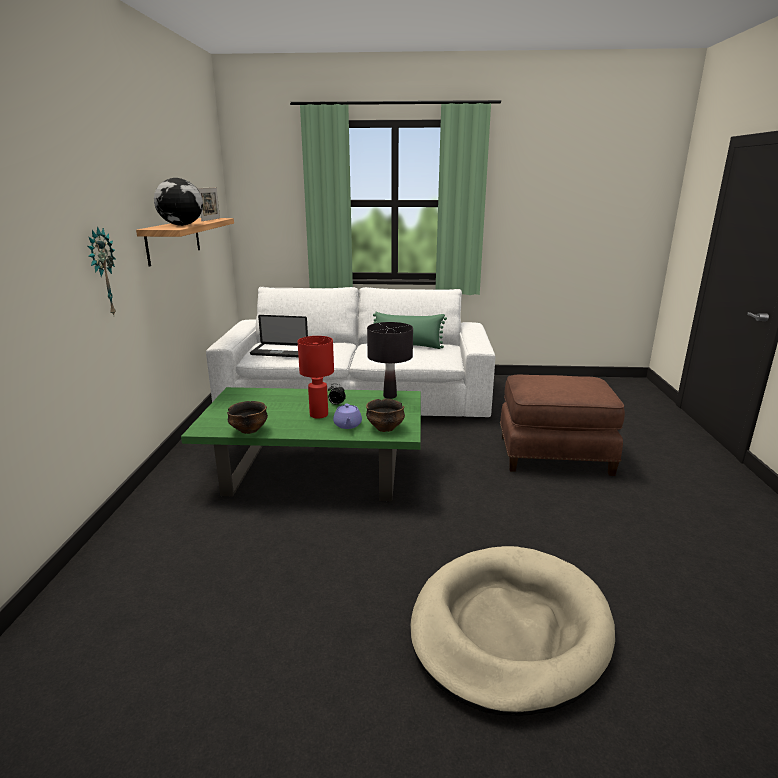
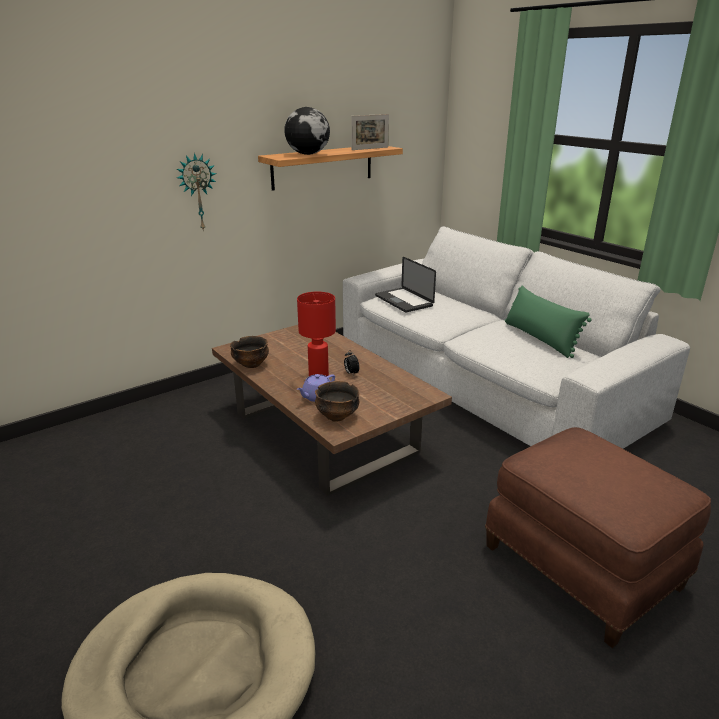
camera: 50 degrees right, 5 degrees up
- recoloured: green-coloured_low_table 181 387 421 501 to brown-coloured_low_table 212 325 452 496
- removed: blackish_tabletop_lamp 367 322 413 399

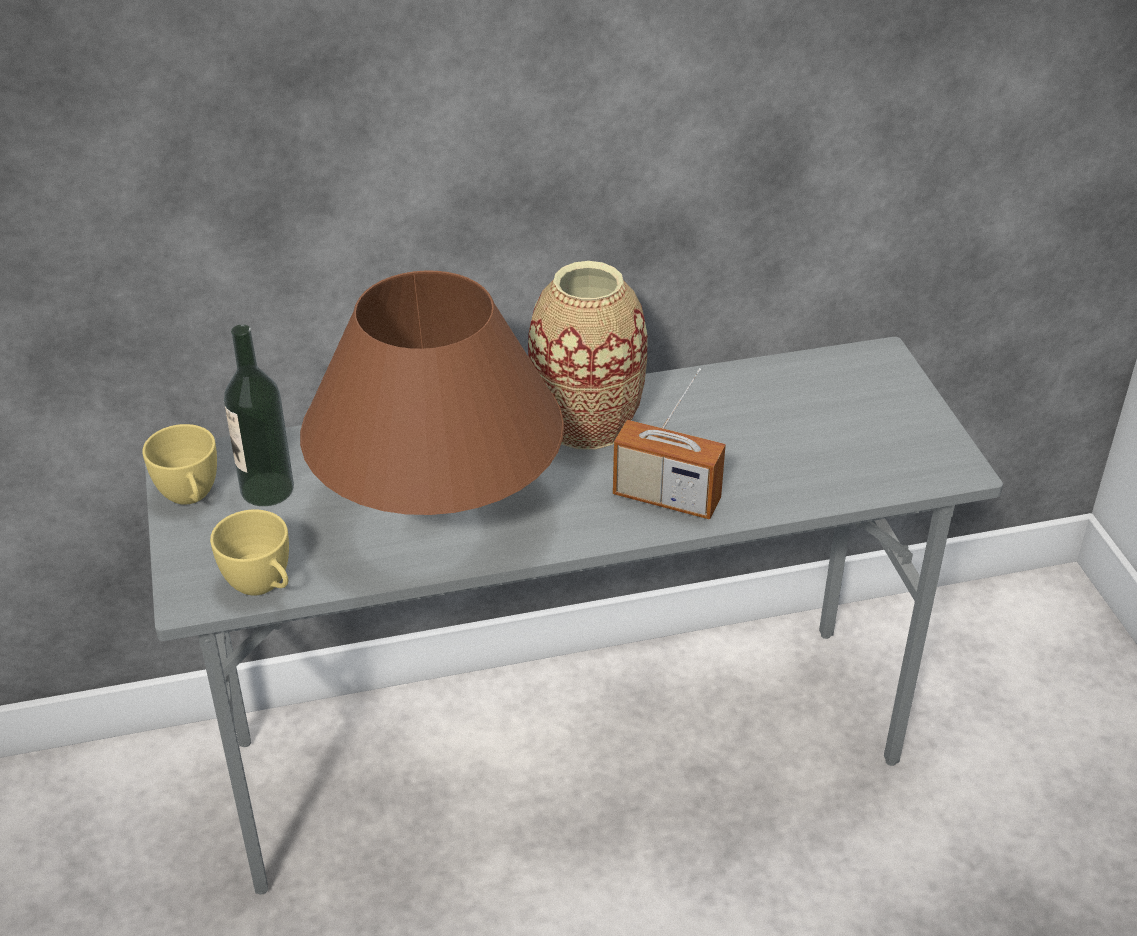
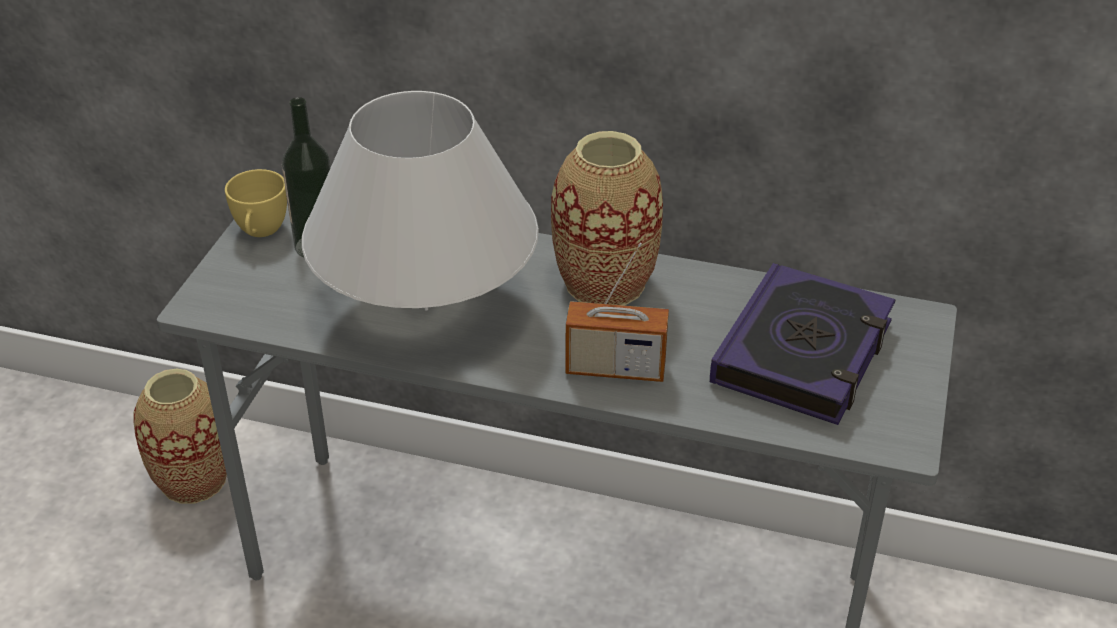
camera: 30 degrees right, 0 degrees up
- removed: yellow_small_cup 210 509 289 595
- recoloured: brown-coloured_tabletop_lamp 300 270 564 515 to white_tabletop_lamp 302 91 539 310
- turned: radio_set 613 368 726 519 = 565 243 669 382 45 degrees counterclockwise
- added: flower_vase 134 368 227 504
- added: bound_book 710 263 896 425

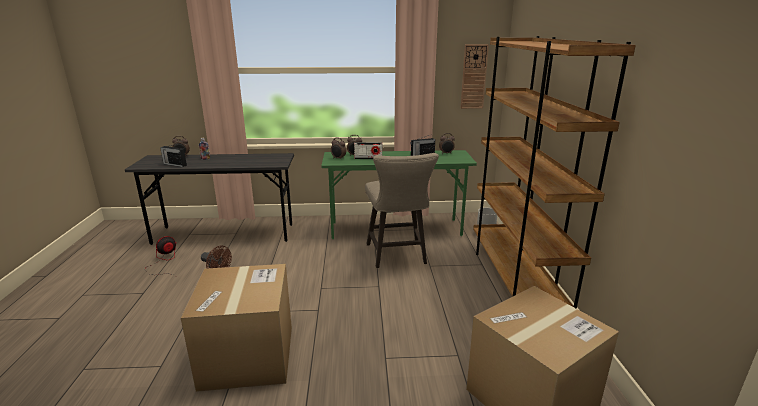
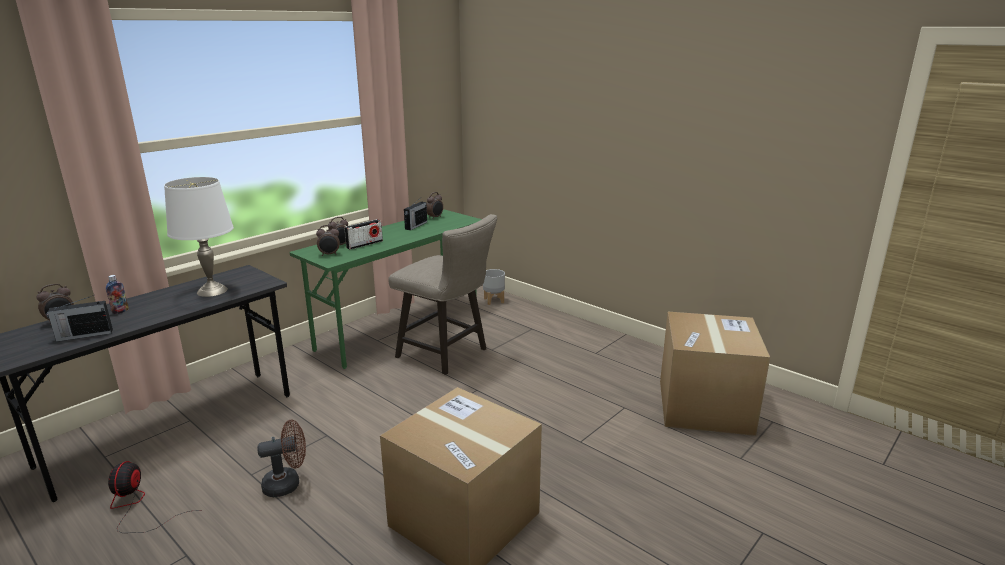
camera: 45 degrees left, 0 degrees up
- removed: wall_clock 461 44 489 109
- removed: brown-coloured_bookshelf 473 36 636 309
- added: white_tabletop_lamp 164 177 234 297

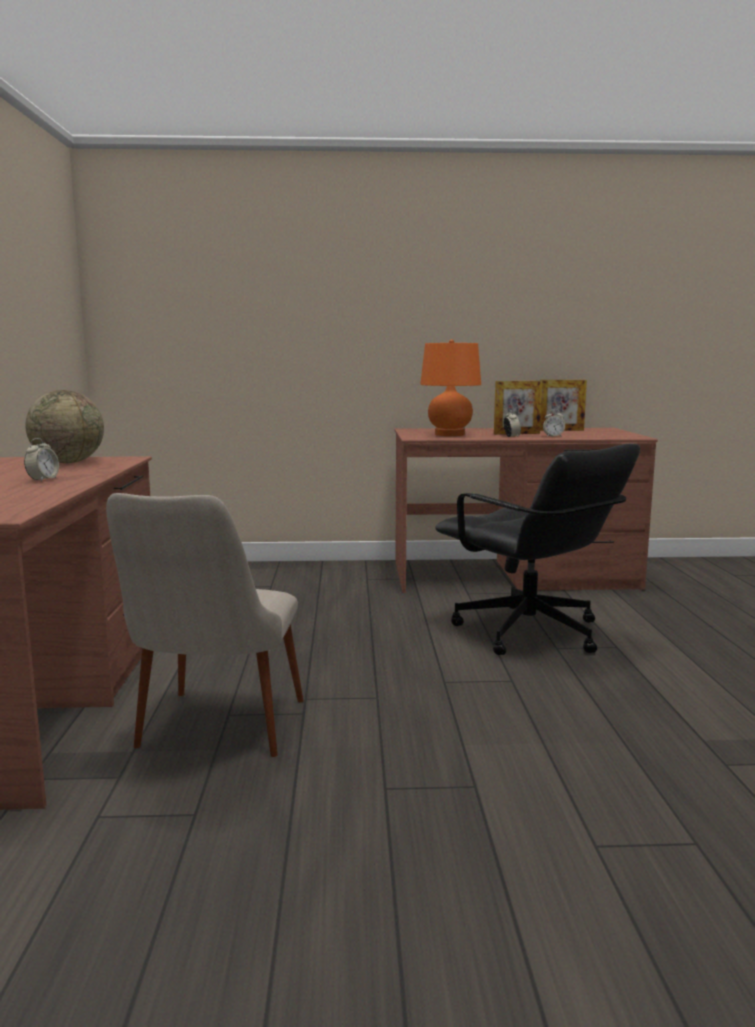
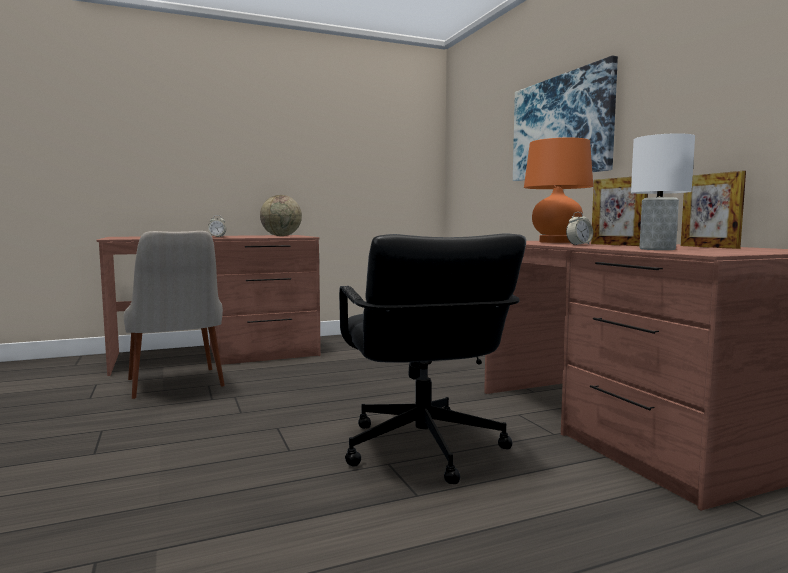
camera: 70 degrees right, 5 degrees down
- turned: sand-coloured_plain_chair 106 493 304 757 = 124 231 225 399 105 degrees counterclockwise
- turned: blackish_computer_chair 435 443 640 655 = 339 233 526 484 45 degrees counterclockwise
- removed: bedside_clock 543 409 565 437
- added: wall_art 513 55 618 181
- added: white_tabletop_lamp 631 133 695 250

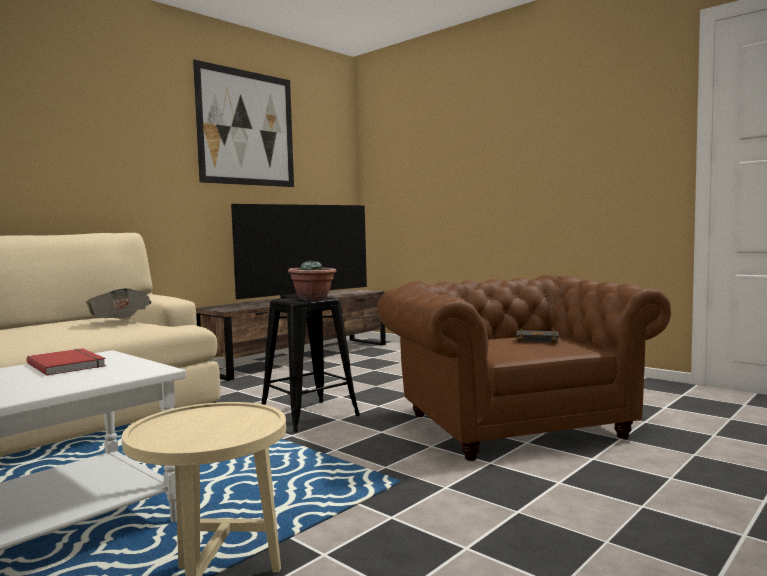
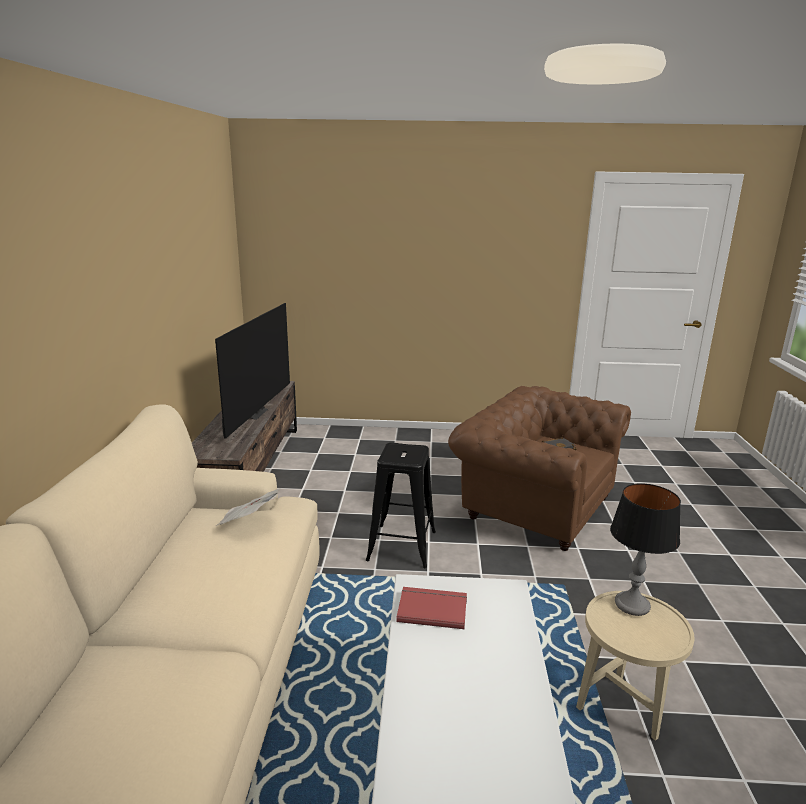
camera: 40 degrees left, 15 degrees up
- removed: wall_art 193 60 294 187
- removed: houseplant 288 260 337 300
- added: tabletop_lamp 610 483 681 616

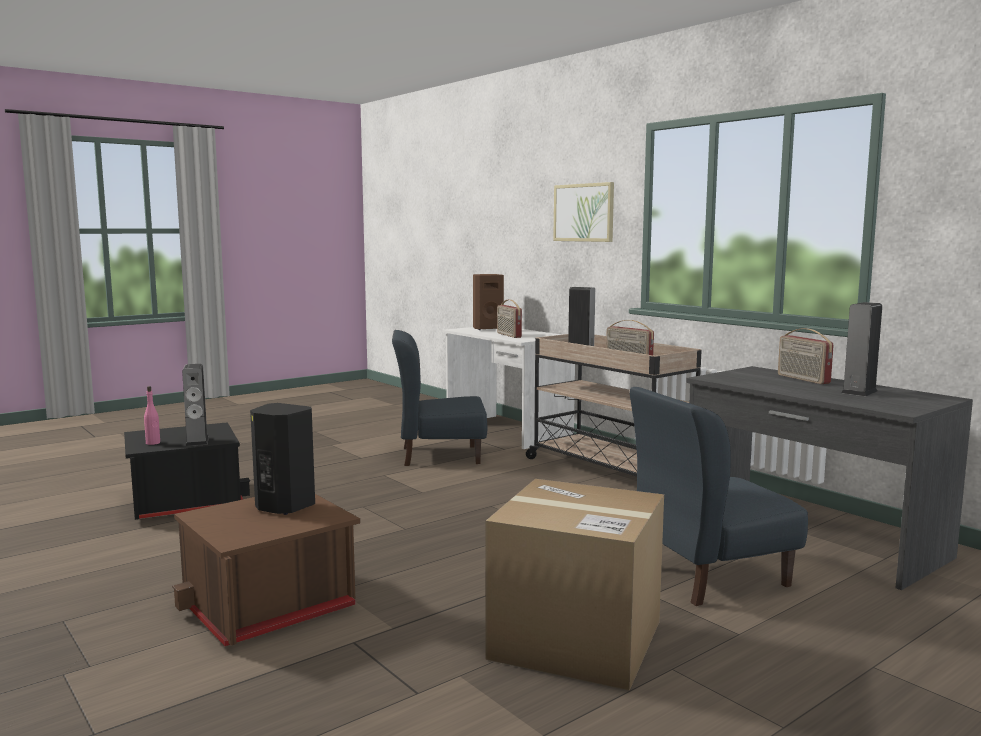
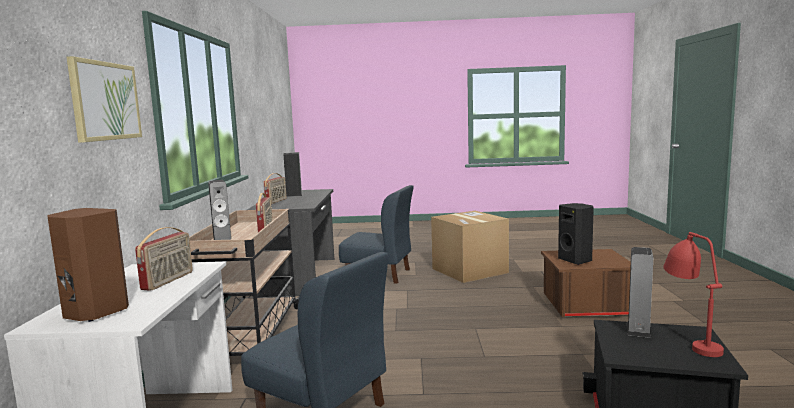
camera: 140 degrees left, 0 degrees up
- replaced: pink-coloured_beverage_bottle 144 386 160 445 to red_tabletop_lamp 663 232 724 357

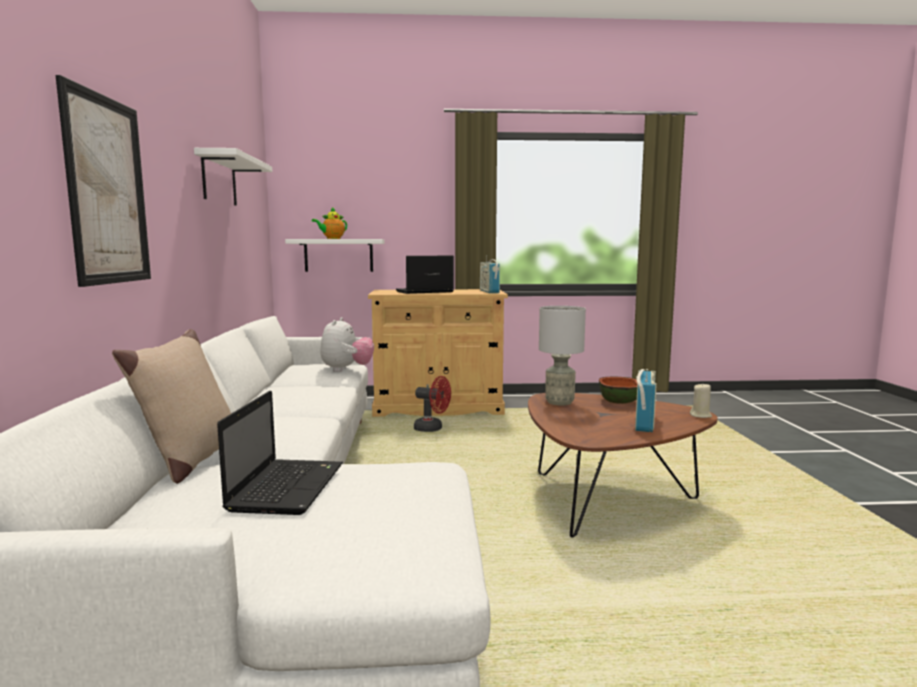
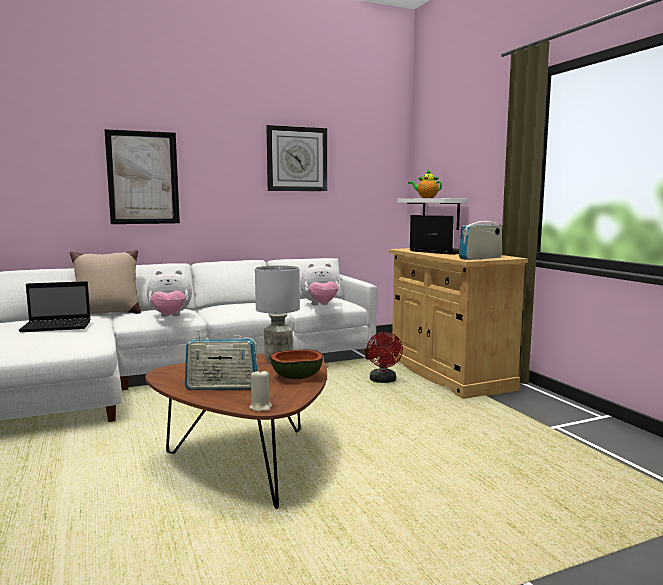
camera: 70 degrees right, 0 degrees up
- replaced: white_bracket_shelf 194 148 272 206 to wall_clock 266 125 327 191
- added: plush_toy 147 270 192 317

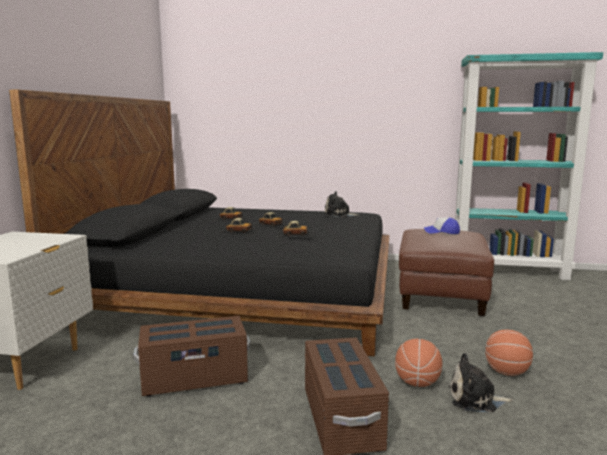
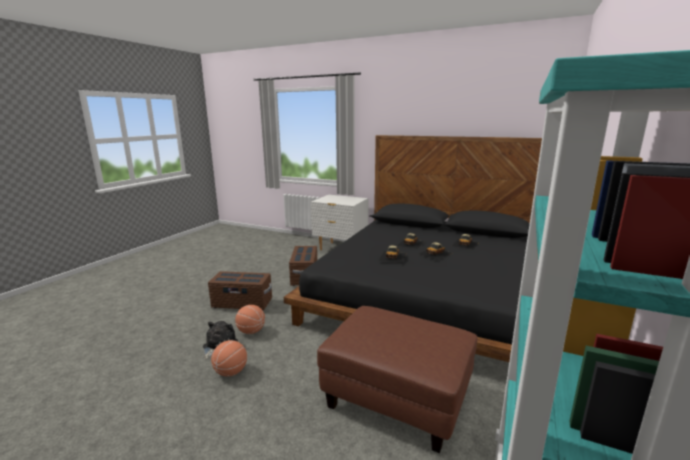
camera: 105 degrees right, 5 degrees up
- removed: plush_toy 324 191 360 217
- removed: peaked_cap 424 217 460 234

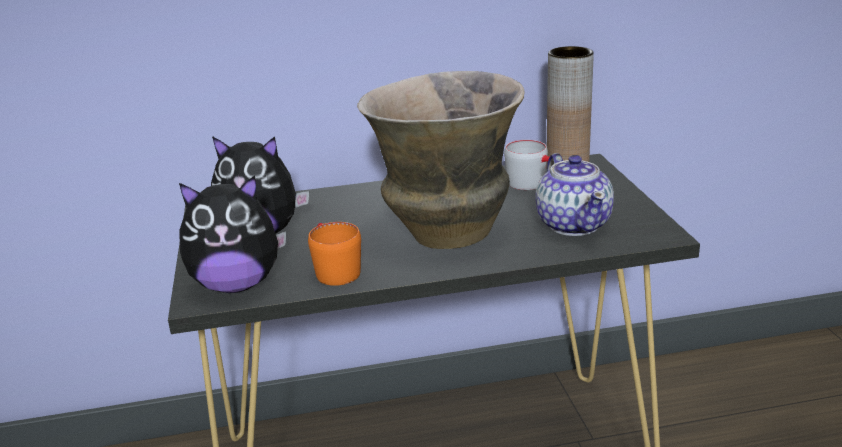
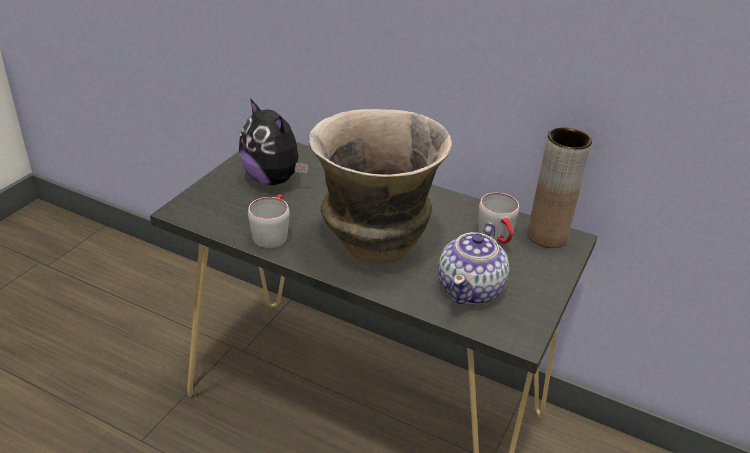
camera: 35 degrees right, 10 degrees up
- removed: plush_toy 179 175 286 293
- recoloured: orange-coloured_tea_mug 308 222 361 286 to gray_tea_mug 248 194 290 248

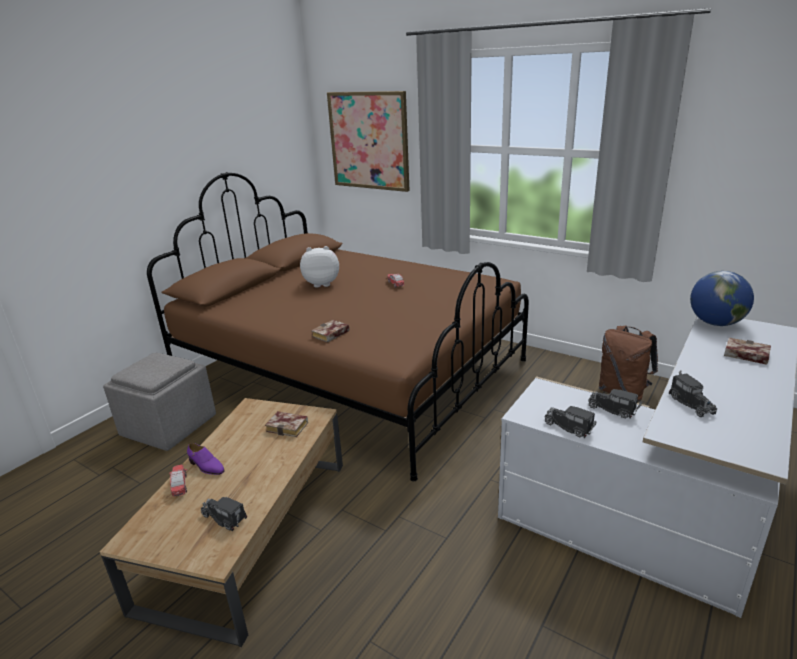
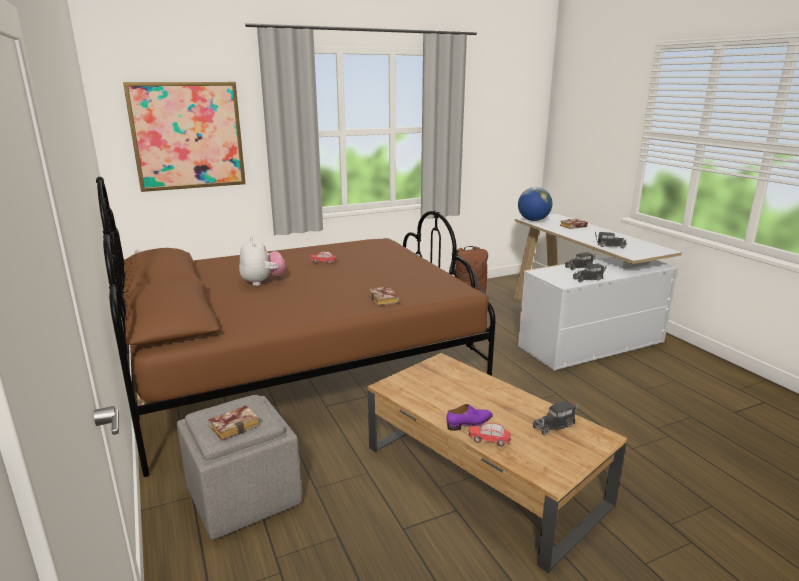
camera: 60 degrees left, 5 degrees down
- moved: bound_book 265 411 308 437 to 208 405 260 441
- turned: plush_toy 300 246 339 288 = 239 237 285 286 135 degrees clockwise

